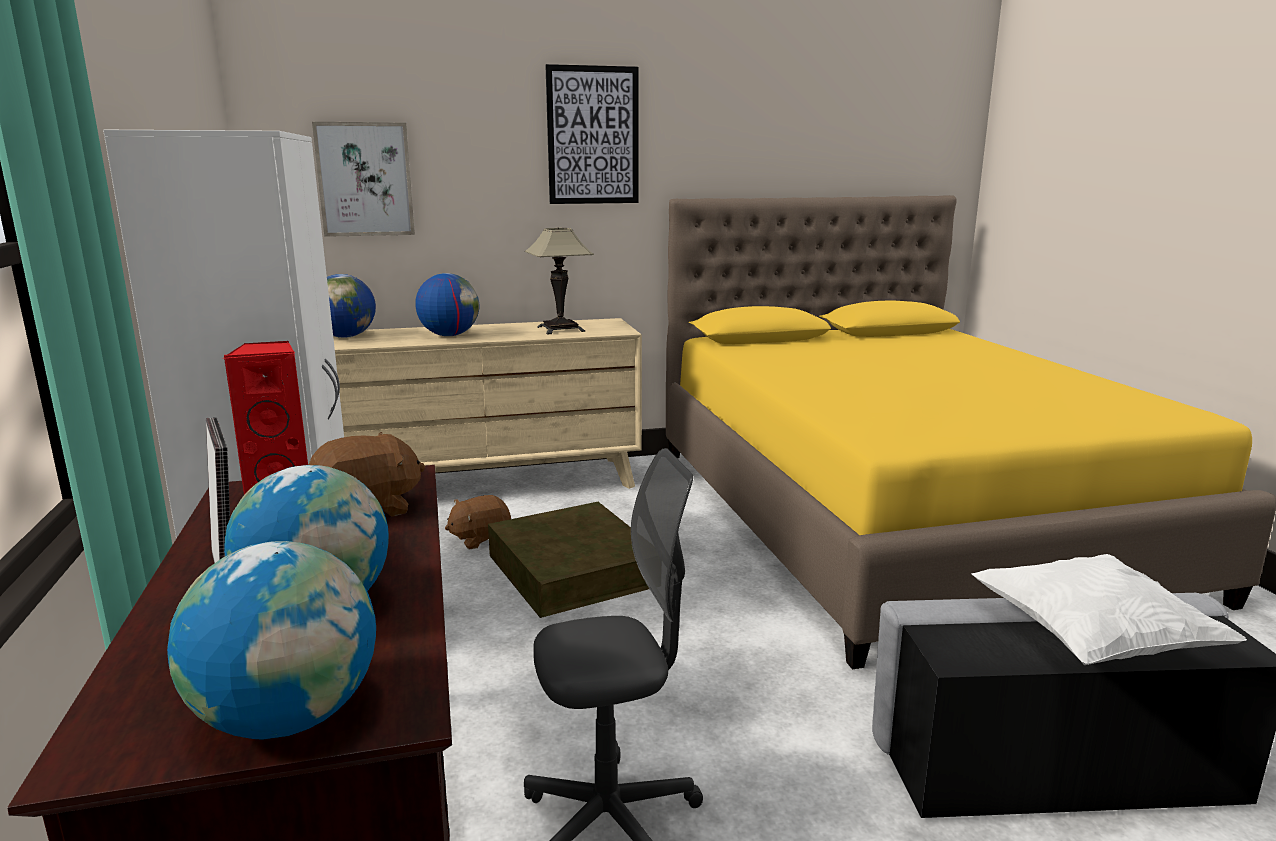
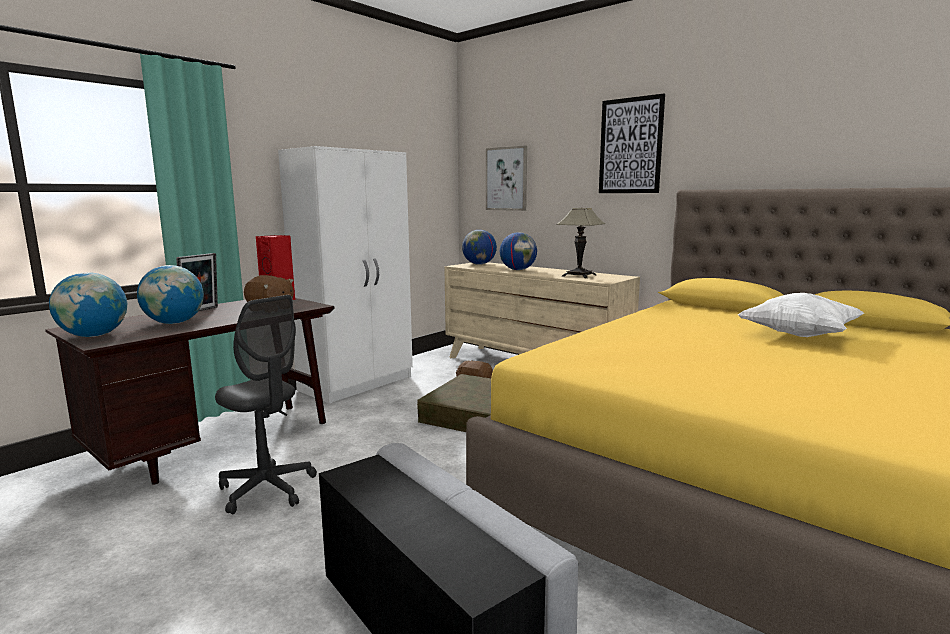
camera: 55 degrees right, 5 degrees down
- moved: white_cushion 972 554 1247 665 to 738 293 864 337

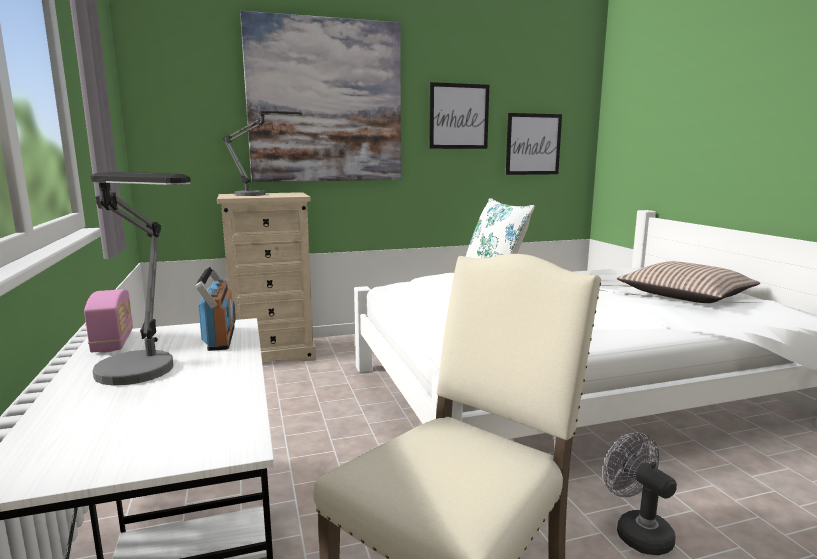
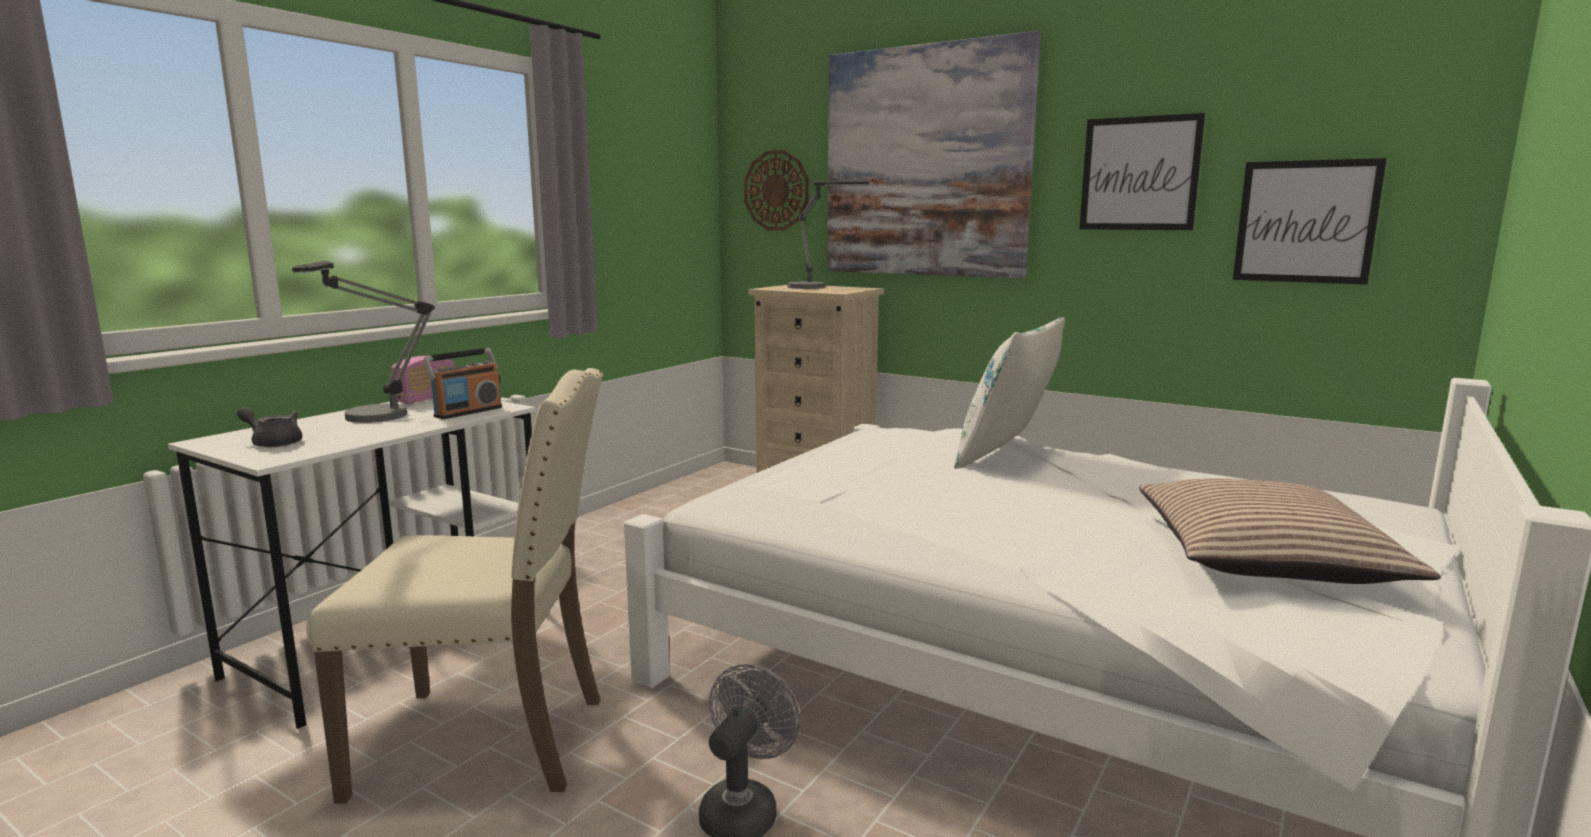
camera: 50 degrees right, 0 degrees up
- added: gray_pot_for_tea 237 407 303 448
- added: wall_clock 744 150 809 231

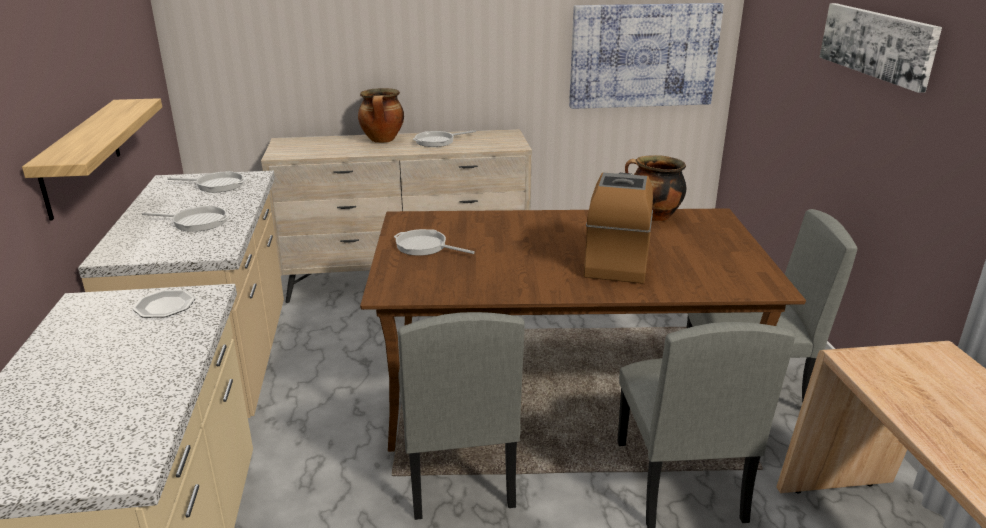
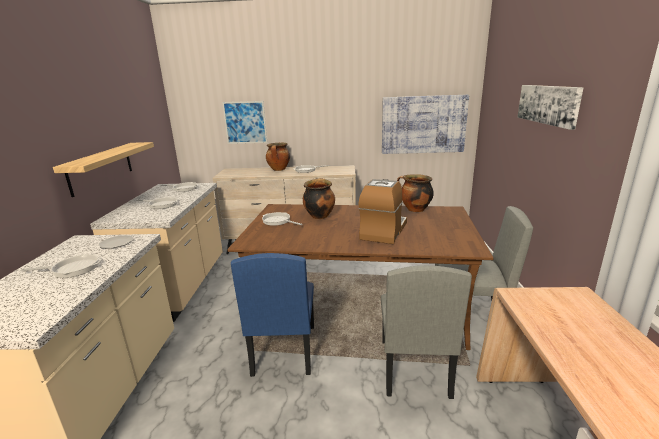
camera: 10 degrees right, 5 degrees down
- recoloured: gray_plain_chair 398 312 525 520 to blue-coloured_plain_chair 231 253 314 377
- added: skillet 21 254 102 278
- added: wall_art 222 101 267 144
- added: cooking_pot 303 178 335 219

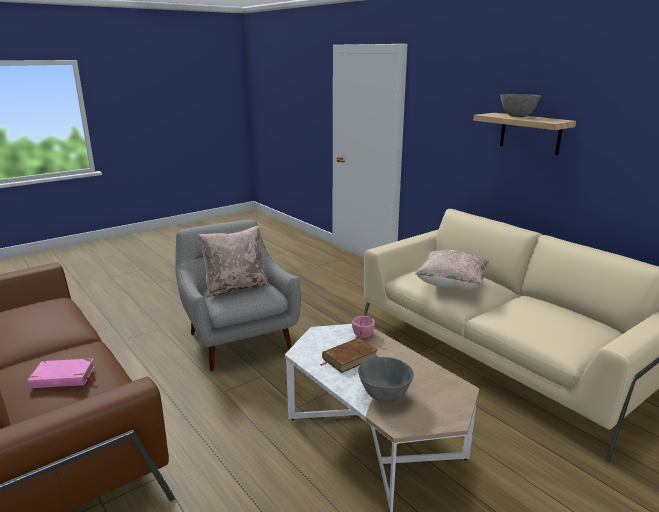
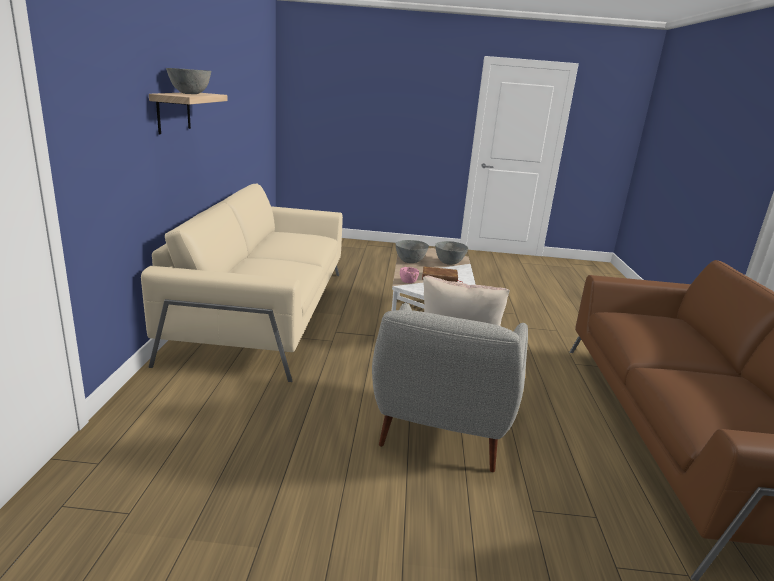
camera: 140 degrees left, 0 degrees up
- removed: pink-coloured_bound_book 27 358 97 388
- removed: sand-coloured_cushion 415 250 489 290
- added: gray_bowl 395 240 429 263

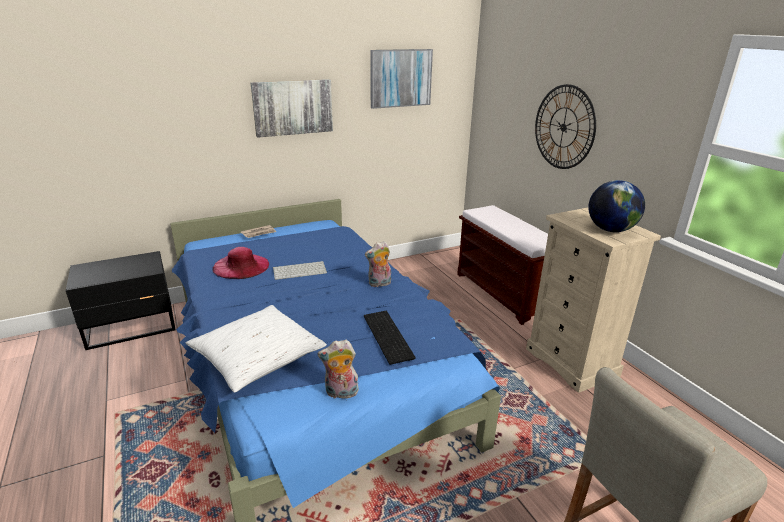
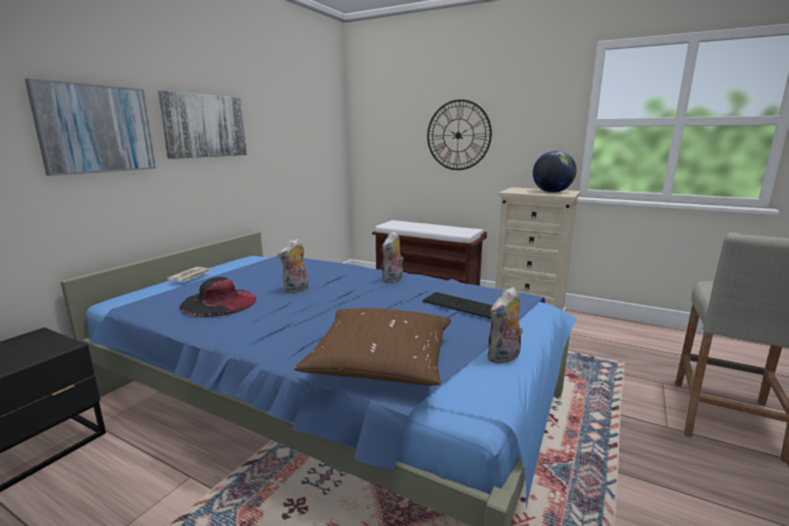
camera: 35 degrees left, 10 degrees down
- recoloured: white_cushion 186 305 327 393 to brown-coloured_cushion 294 308 451 386
- recoloured: pink-coloured_wearable_hat 212 247 269 279 to blackish_wearable_hat 179 277 257 317
- replaced: PC_keyboard 273 261 327 280 to plush_toy 278 239 309 294
- moved: wall_art 370 49 433 109 to 25 78 156 176

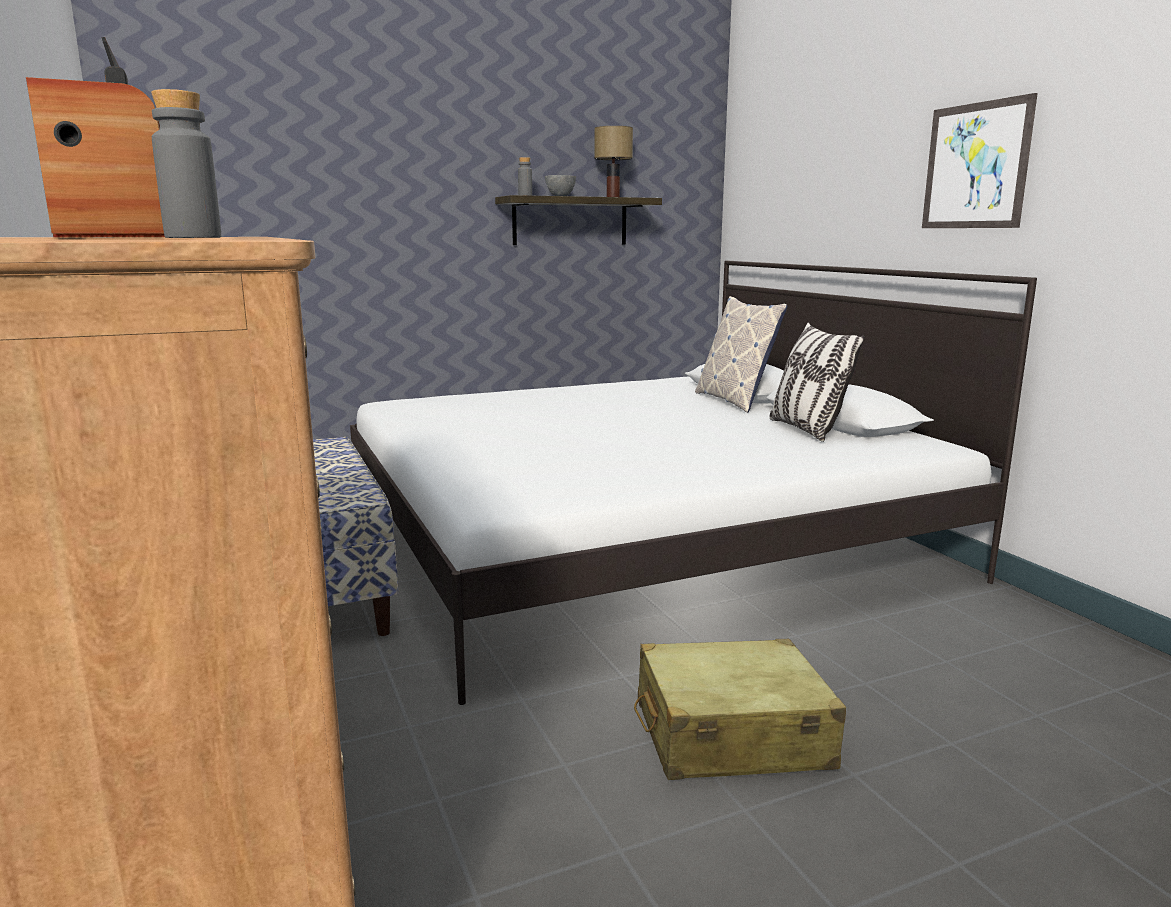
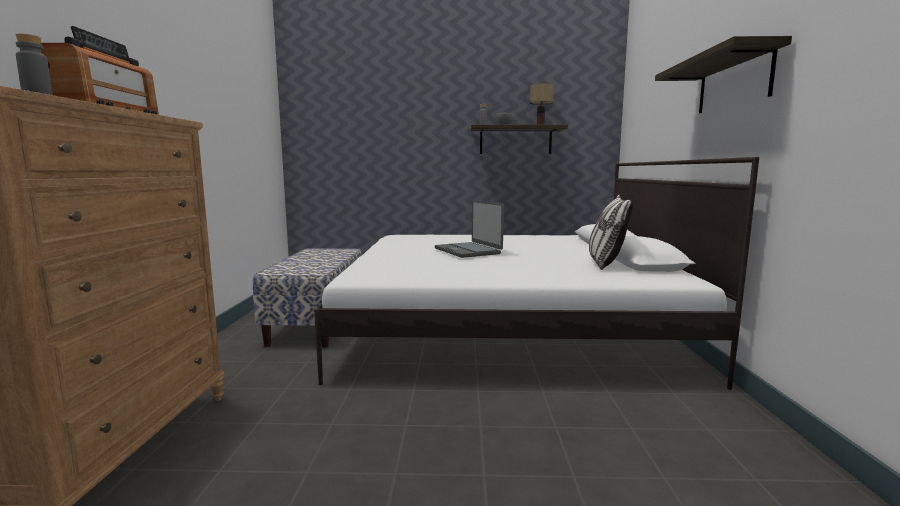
camera: 25 degrees right, 5 degrees down
- removed: sand-coloured_travel_case 634 639 846 780
- removed: cushion 695 296 788 413
- replaced: wall_art 922 93 1038 228 to bracket_shelf 655 36 792 113
- added: notebook_computer 435 200 504 258

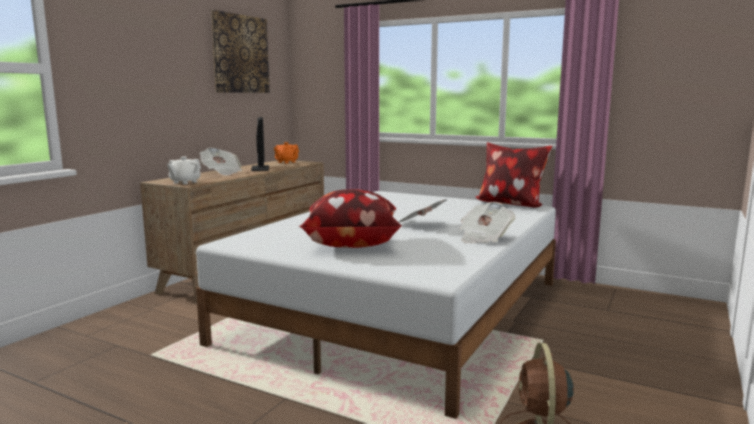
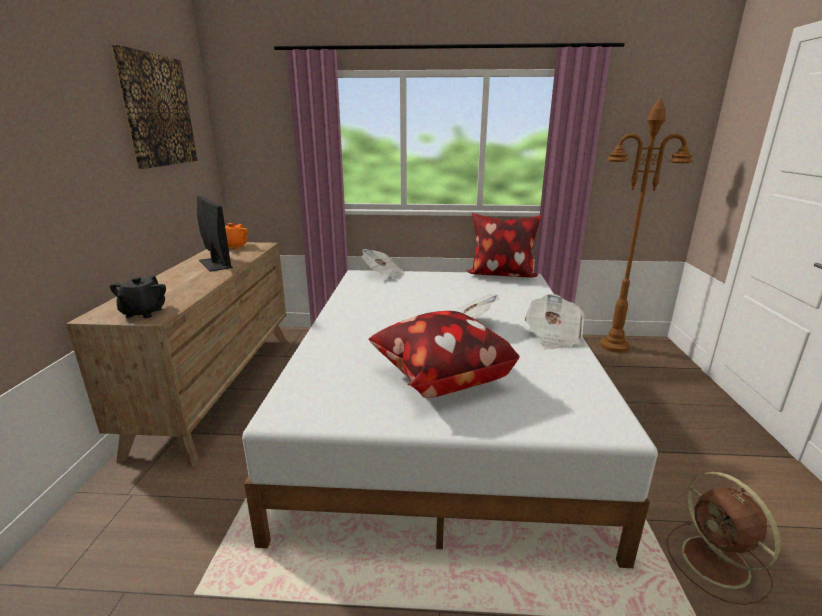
camera: 25 degrees left, 10 degrees up
- recoloured: white_pot_for_tea 167 156 201 184 to blackish_pot_for_tea 110 275 166 318
- moved: daily_paper 200 148 242 176 to 362 249 403 280
- added: brown-coloured_standard_lamp 600 98 693 353

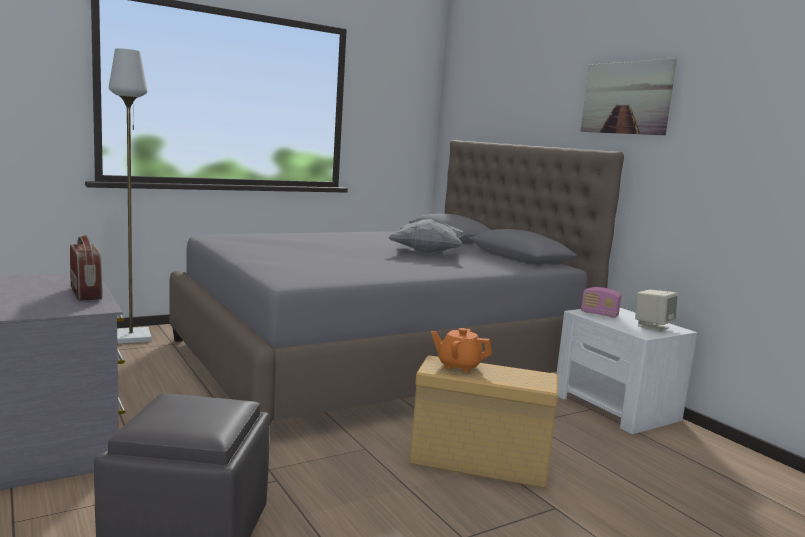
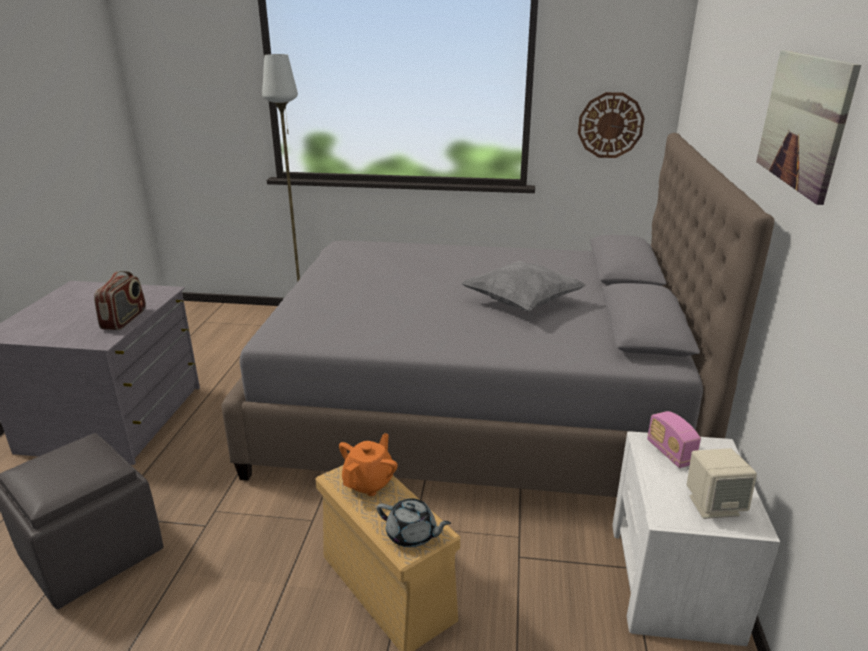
camera: 40 degrees right, 15 degrees up
- turned: orange-coloured_pot_for_tea 431 328 492 373 = 339 433 398 496 60 degrees clockwise
- added: gray_pot_for_tea 377 498 451 548
- added: wall_clock 578 92 644 158

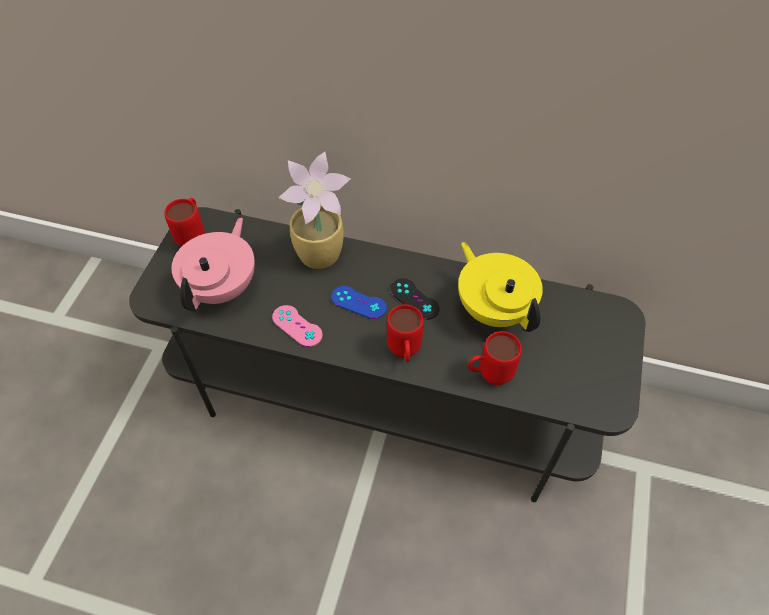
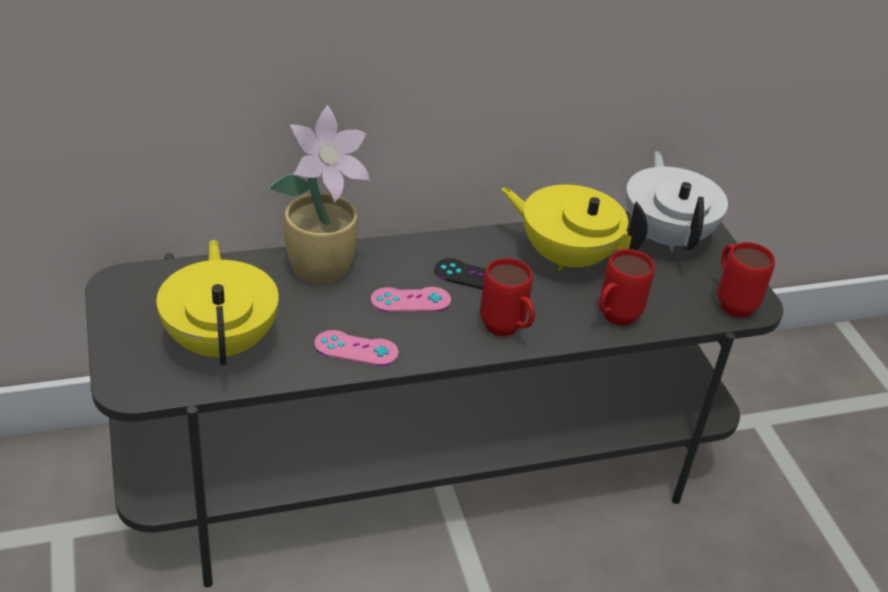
camera: 35 degrees left, 15 degrees down
- moved: red_tea_mug 164 198 205 247 to 718 242 775 317
- recoloured: pink-coloured_pot_for_tea 172 218 255 312 to yellow_pot_for_tea 157 240 279 365
- recoloured: blue-coloured_gamepad 331 286 387 319 to pink-coloured_gamepad 371 287 451 312
- added: white_pot_for_tea 626 151 728 252

